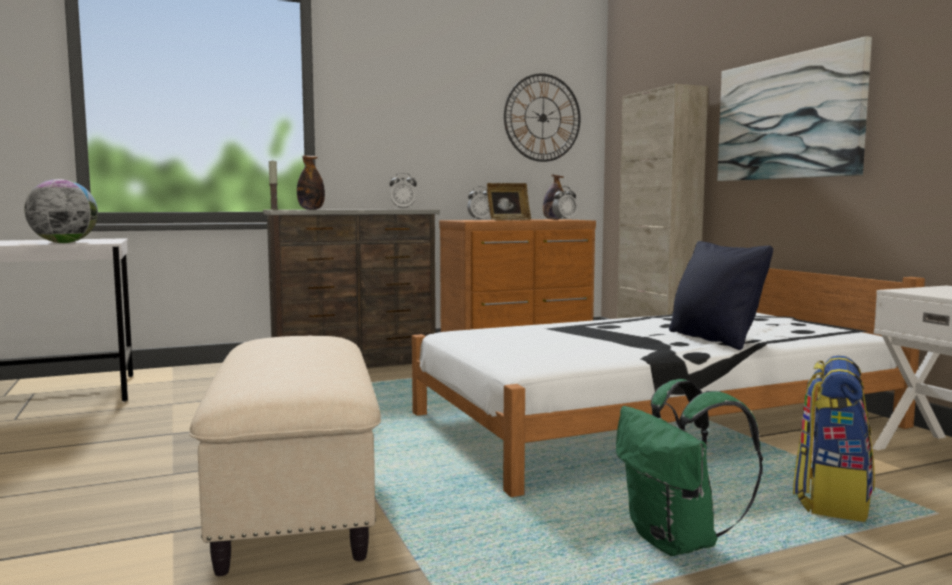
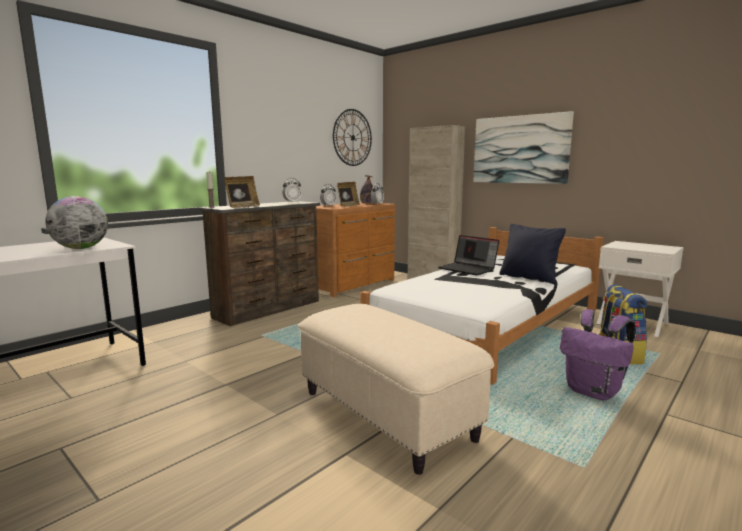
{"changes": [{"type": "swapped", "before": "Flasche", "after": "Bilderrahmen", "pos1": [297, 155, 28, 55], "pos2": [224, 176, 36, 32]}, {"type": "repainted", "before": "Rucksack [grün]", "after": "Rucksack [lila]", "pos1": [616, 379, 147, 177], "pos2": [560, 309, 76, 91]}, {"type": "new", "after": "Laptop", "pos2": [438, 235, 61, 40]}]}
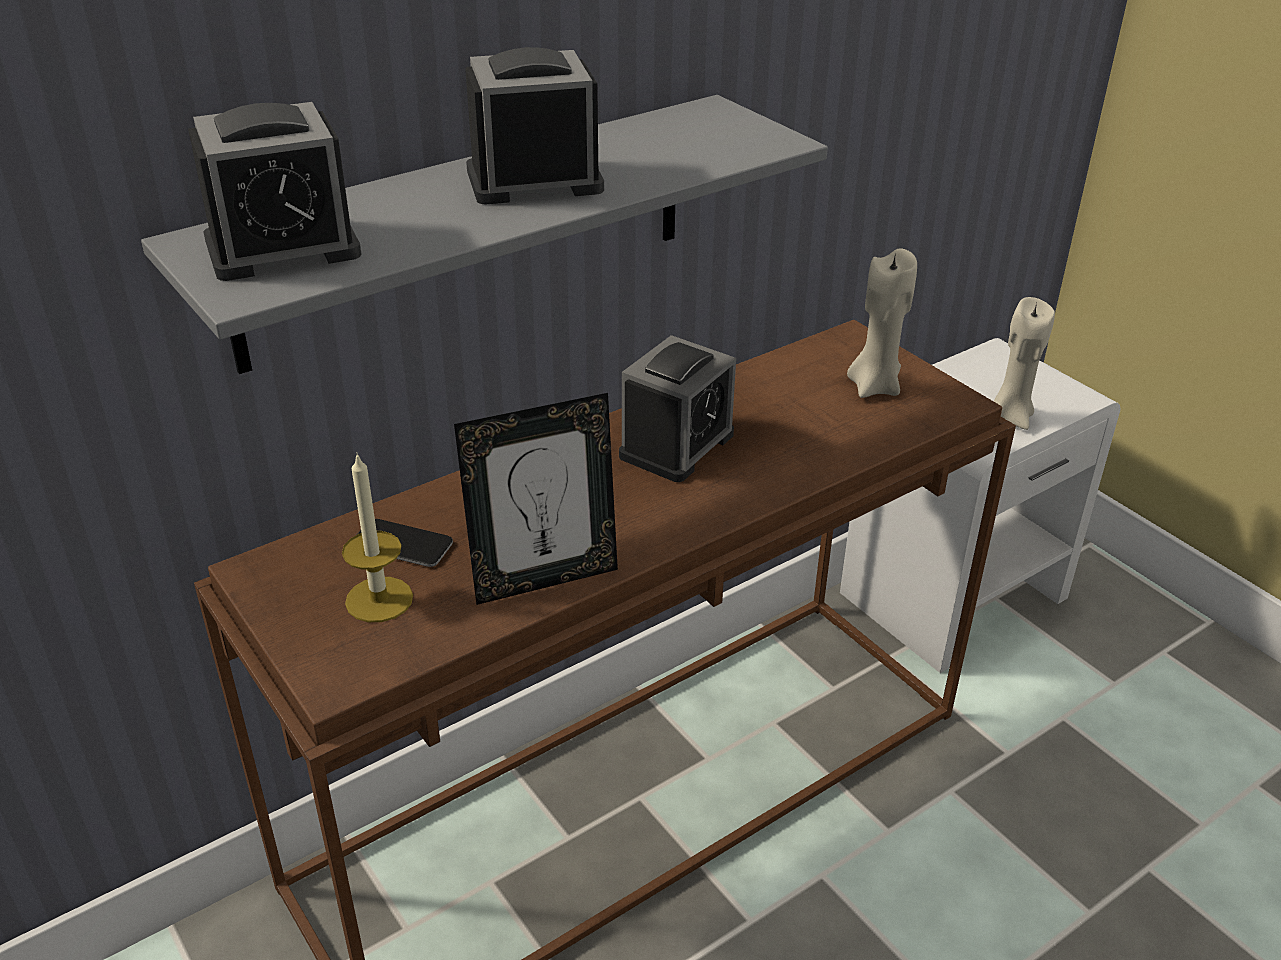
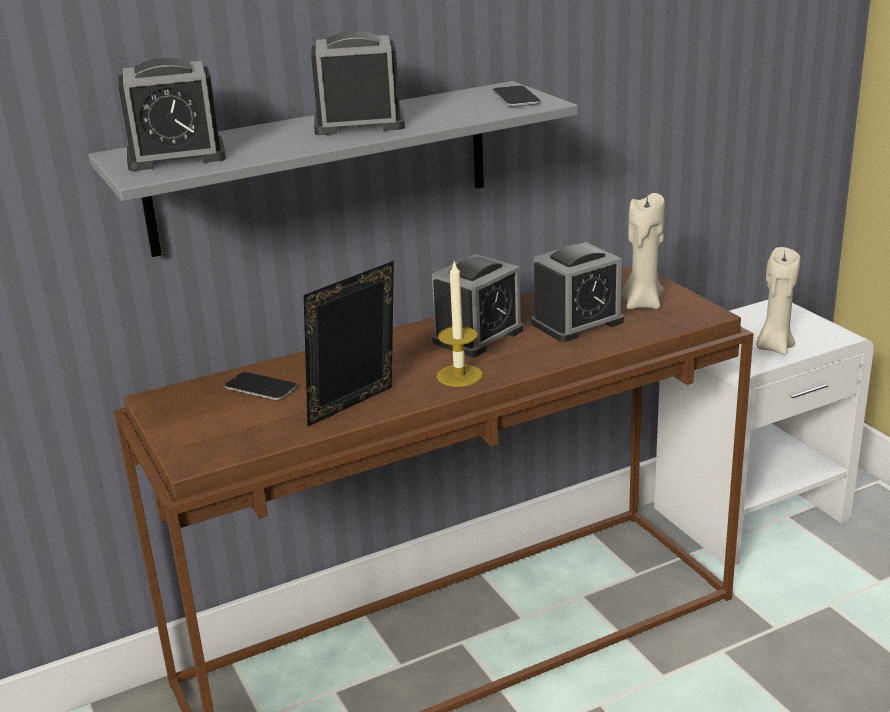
{"changes": [{"type": "rotated", "before": "Bilderrahmen", "pos1": [454, 393, 164, 212], "pos2": [304, 261, 90, 165], "turn": 150}, {"type": "shifted", "before": "Kerze", "pos1": [342, 452, 71, 170], "pos2": [437, 261, 46, 126]}, {"type": "new", "after": "Handy", "pos2": [493, 86, 47, 21]}, {"type": "new", "after": "Wecker", "pos2": [531, 242, 93, 100]}]}
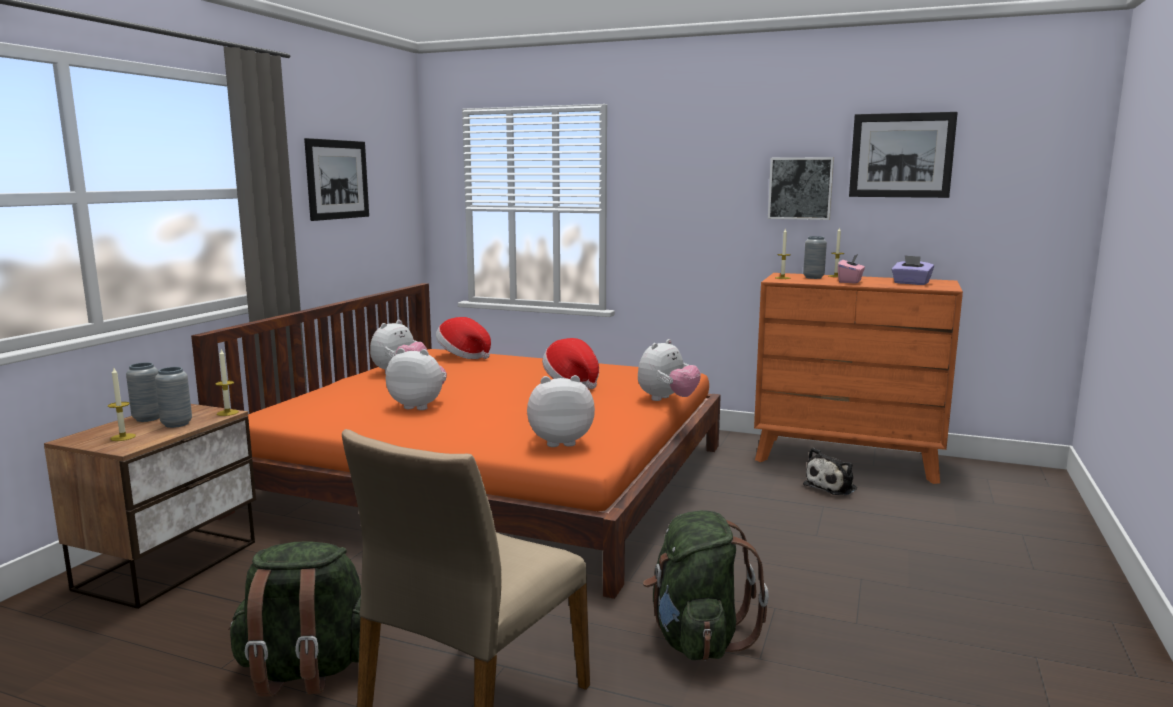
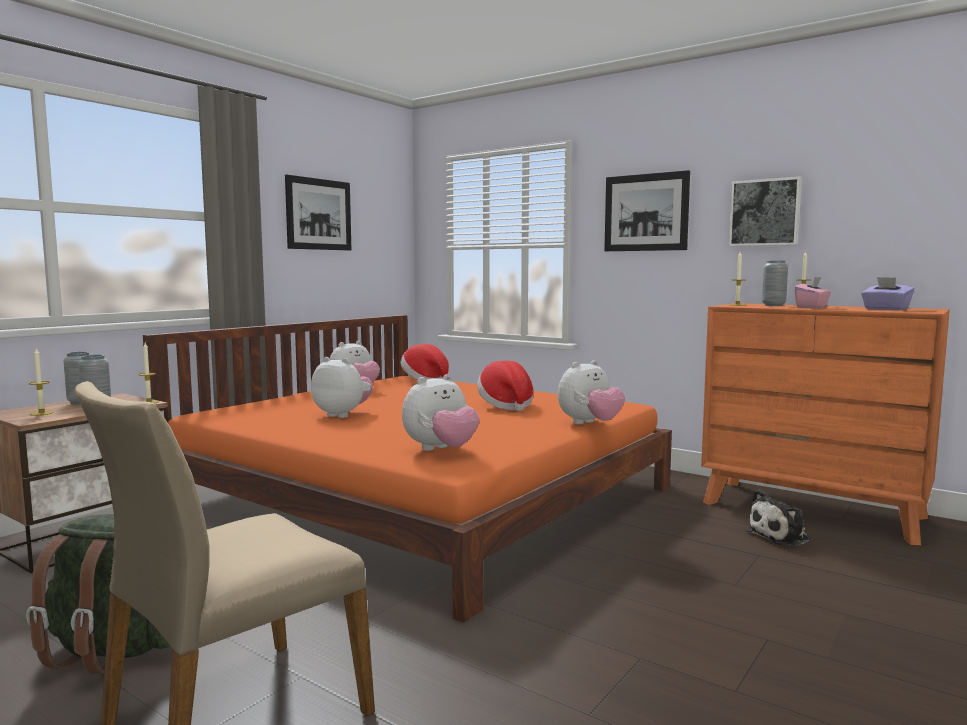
{"changes": [{"type": "shifted", "before": "Bild", "pos1": [849, 112, 109, 86], "pos2": [604, 170, 86, 81]}, {"type": "rotated", "before": "Plüschtier", "pos1": [527, 375, 68, 72], "pos2": [402, 374, 77, 77], "turn": 135}, {"type": "gone", "before": "Rucksack [grün]", "pos1": [643, 510, 126, 150]}]}
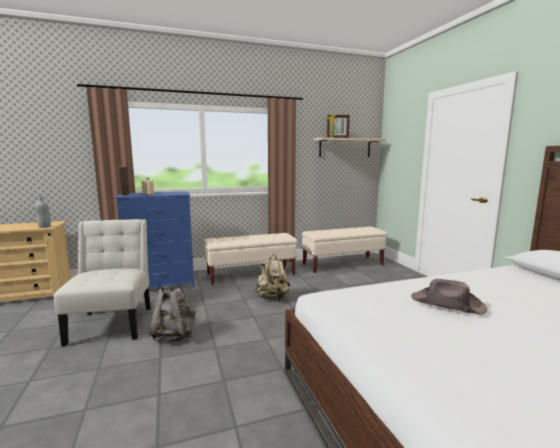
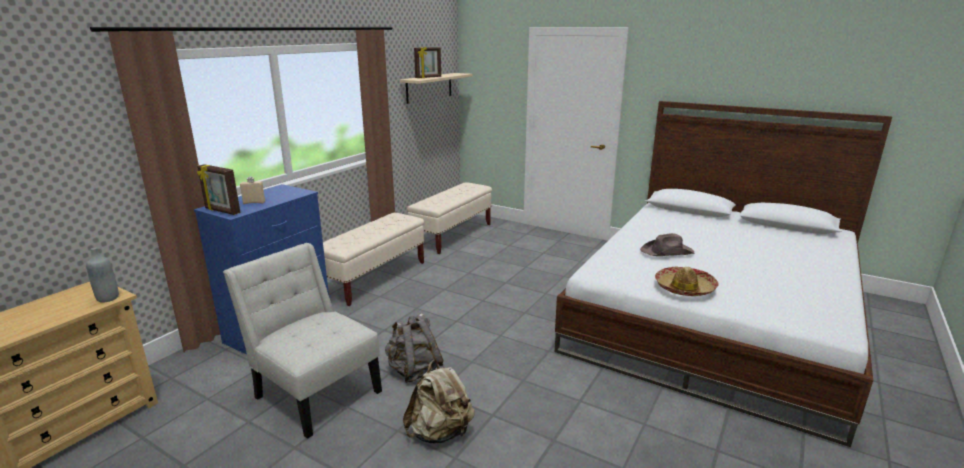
{"changes": [{"type": "shifted", "before": "Rucksack [beige]", "pos1": [254, 254, 36, 47], "pos2": [403, 360, 72, 83]}, {"type": "new", "after": "Hut", "pos2": [655, 267, 64, 29]}]}
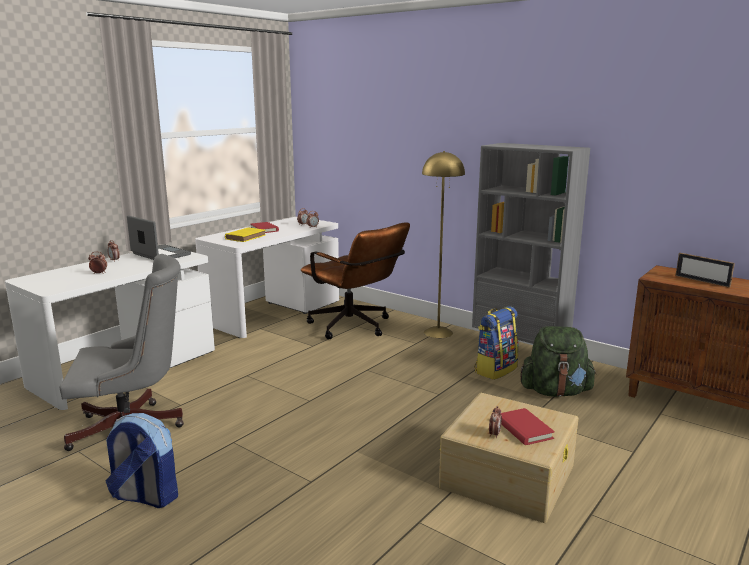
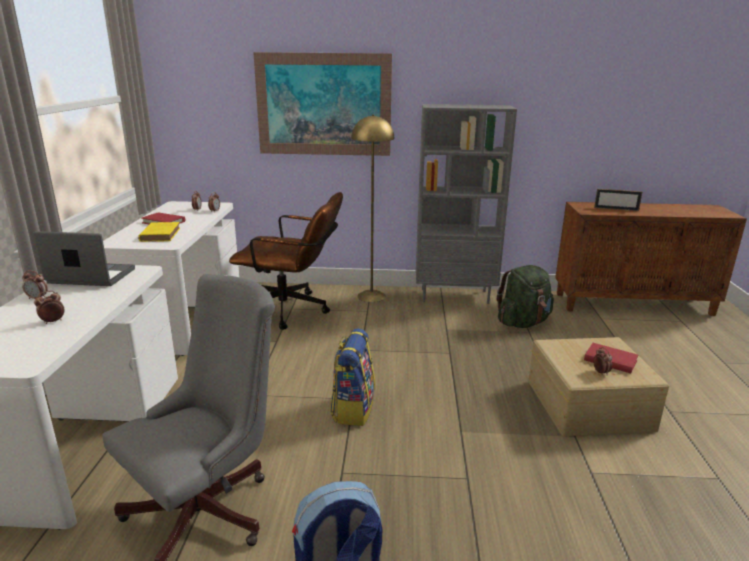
{"changes": [{"type": "shifted", "before": "Rucksack", "pos1": [474, 306, 45, 74], "pos2": [330, 328, 45, 98]}, {"type": "new", "after": "Bild", "pos2": [253, 52, 139, 104]}]}
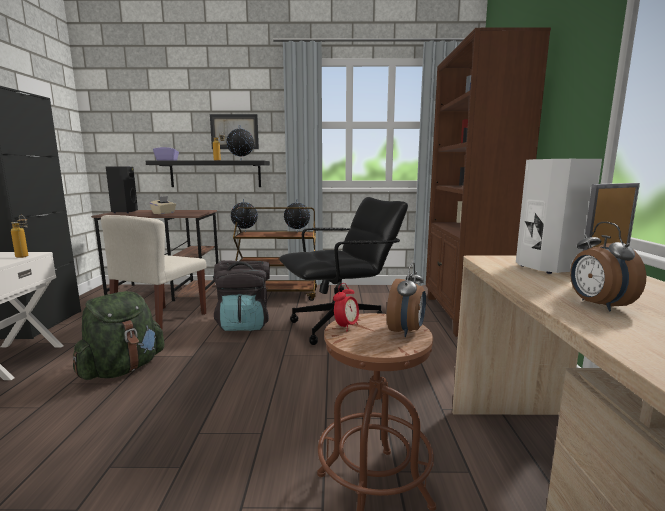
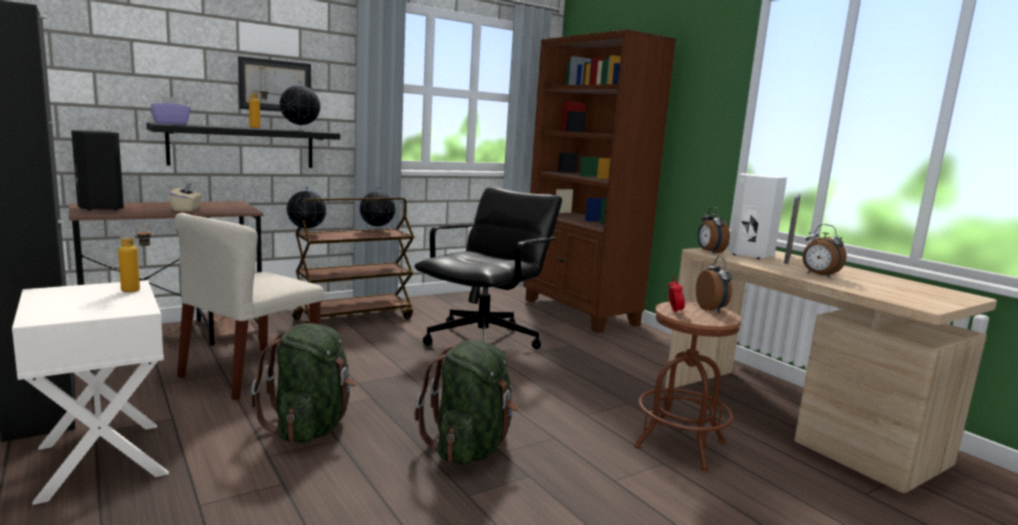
{"changes": [{"type": "rotated", "before": "Stuhl [beige]", "pos1": [101, 215, 105, 114], "pos2": [175, 213, 149, 187], "turn": 45}, {"type": "gone", "before": "Rucksack [schwarz]", "pos1": [213, 260, 57, 71]}, {"type": "new", "after": "Wecker", "pos2": [697, 207, 33, 47]}, {"type": "new", "after": "Rucksack [grün]", "pos2": [415, 340, 103, 125]}]}
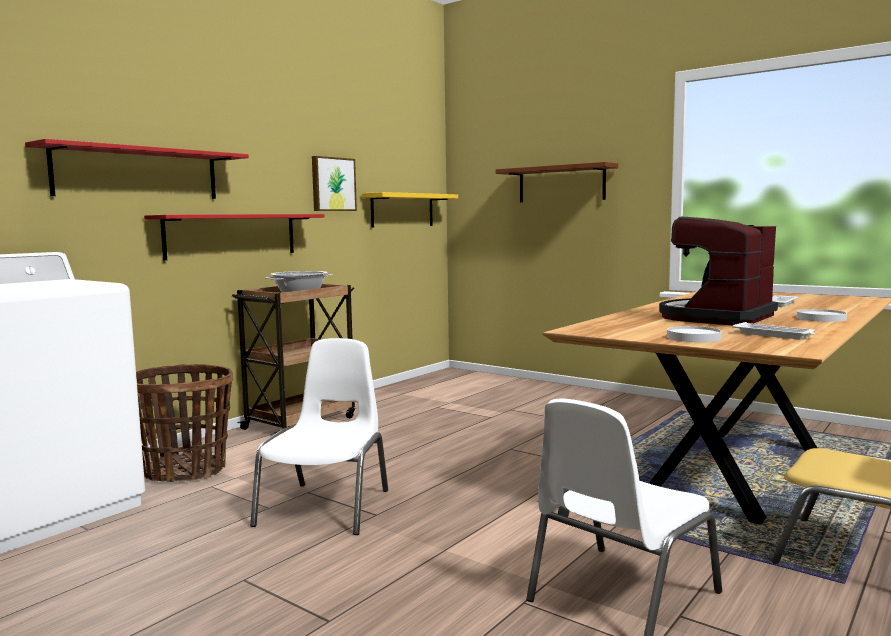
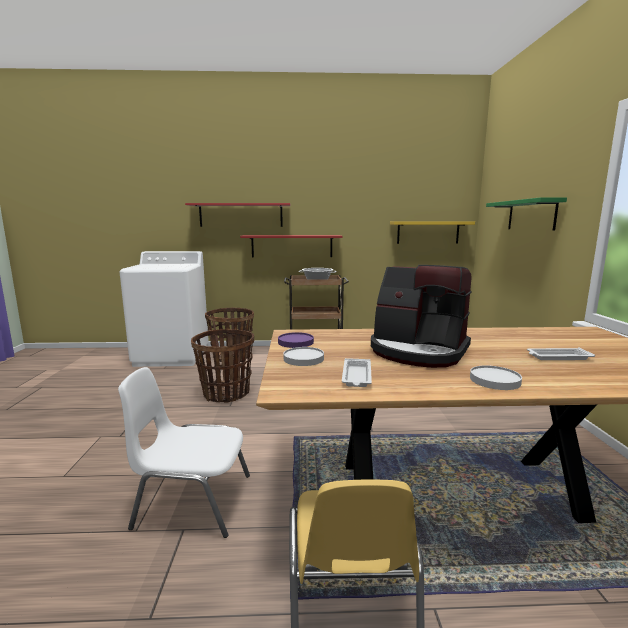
{"changes": [{"type": "gone", "before": "Bild", "pos1": [312, 156, 45, 55]}, {"type": "repainted", "before": "Wandregal [braun]", "after": "Wandregal [grün]", "pos1": [496, 162, 122, 40], "pos2": [486, 197, 81, 33]}, {"type": "rotated", "before": "Kaffeemaschine", "pos1": [659, 217, 119, 108], "pos2": [371, 265, 101, 103], "turn": -150}, {"type": "swapped", "before": "Stuhl [weiß]", "after": "Korb", "pos1": [250, 338, 138, 197], "pos2": [191, 329, 63, 74]}, {"type": "new", "after": "Teller [lila]", "pos2": [278, 332, 36, 16]}]}
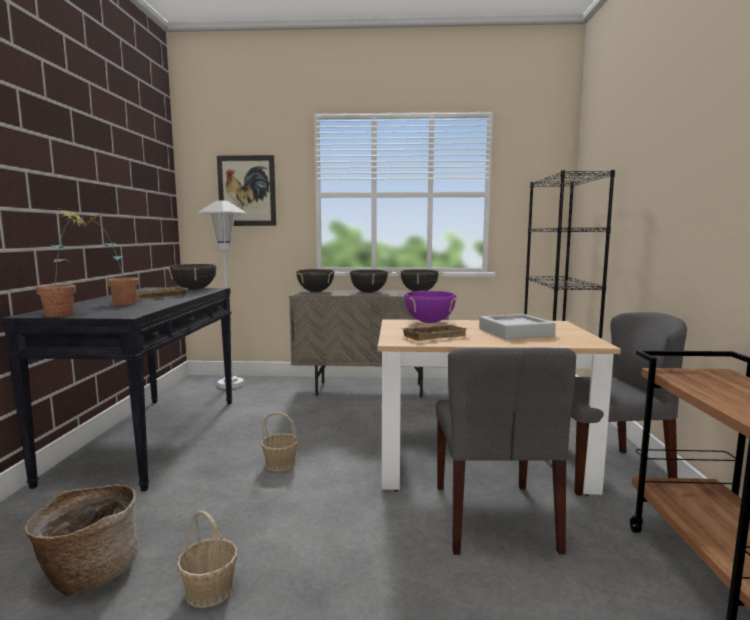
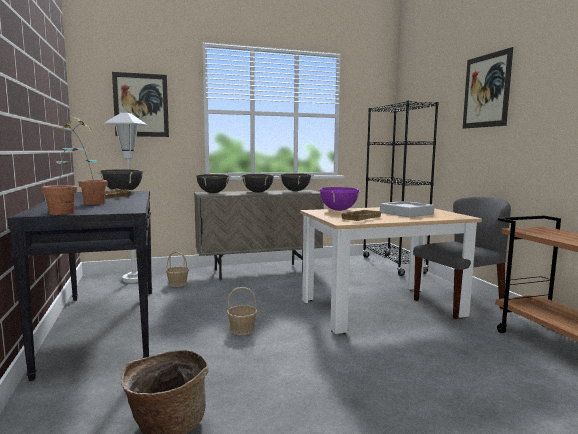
{"changes": [{"type": "gone", "before": "Stuhl [grau]", "pos1": [436, 348, 140, 207]}, {"type": "shifted", "before": "Korb", "pos1": [177, 510, 61, 98], "pos2": [166, 251, 23, 36]}, {"type": "new", "after": "Bild", "pos2": [462, 47, 51, 82]}]}
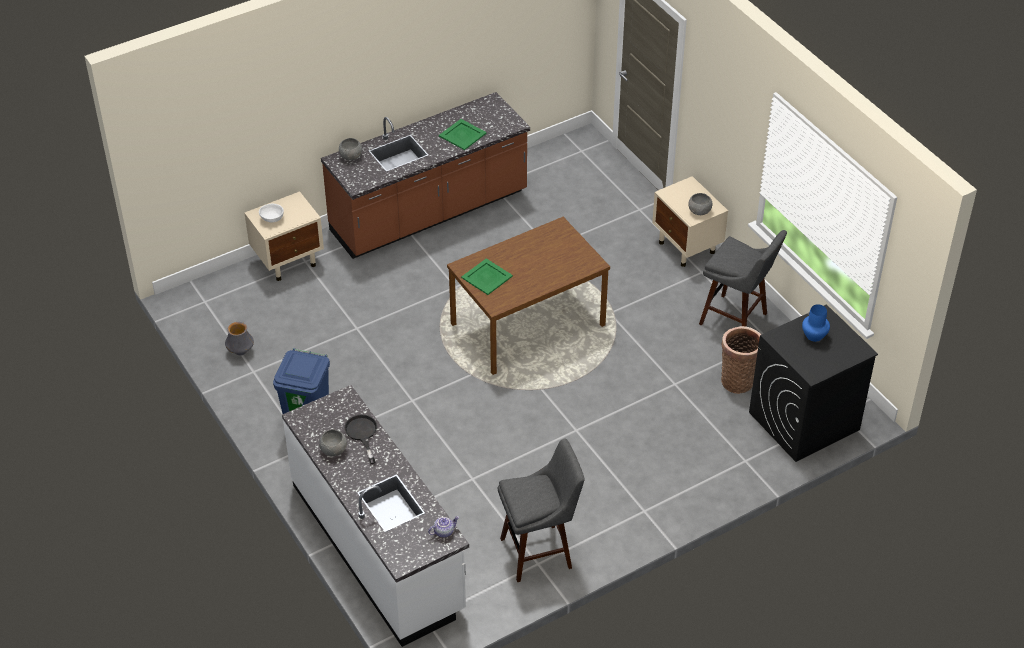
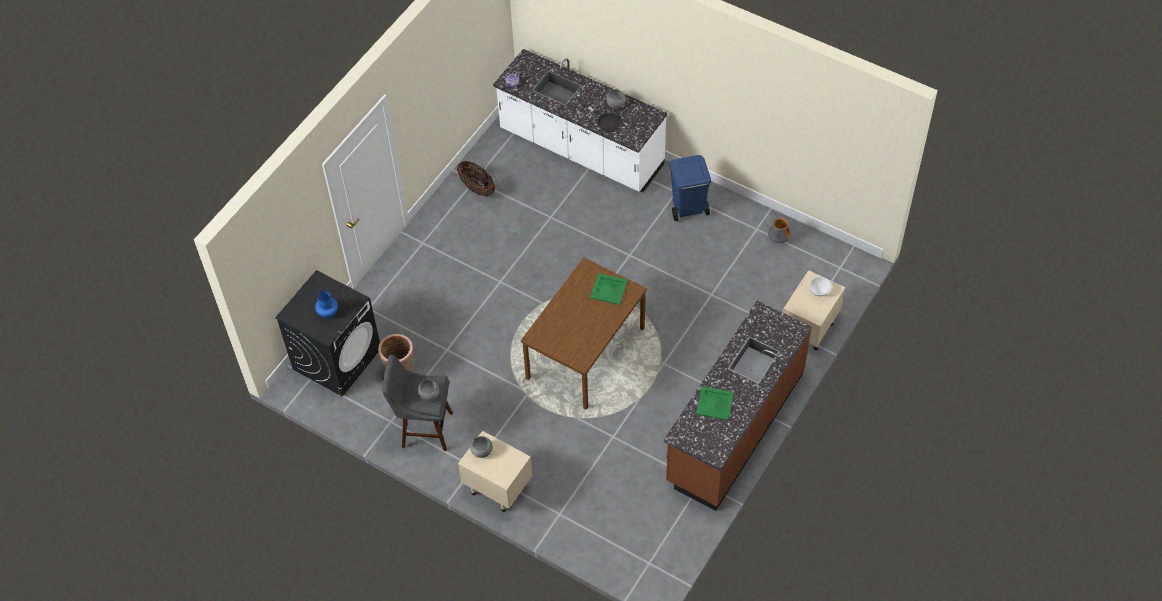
{"changes": [{"type": "shifted", "before": "Schüssel [grau]", "pos1": [339, 138, 23, 22], "pos2": [418, 379, 21, 22]}, {"type": "swapped", "before": "Hocker [grau]", "after": "Korb", "pos1": [498, 439, 86, 143], "pos2": [457, 161, 38, 36]}]}
